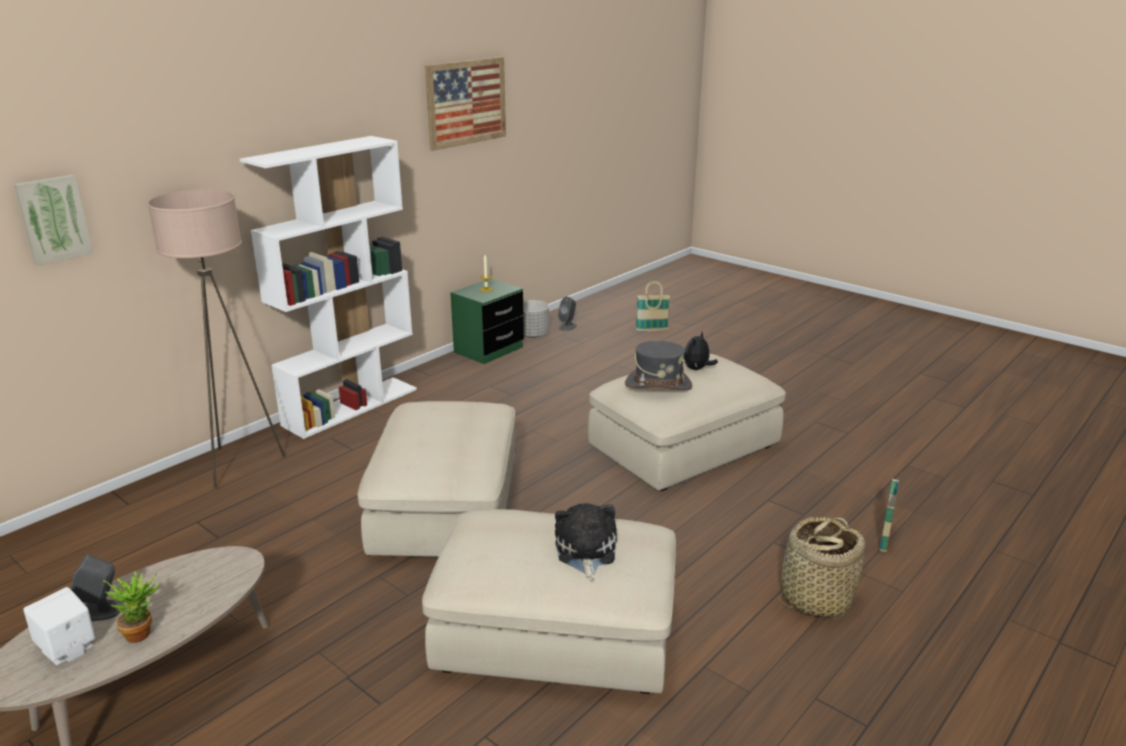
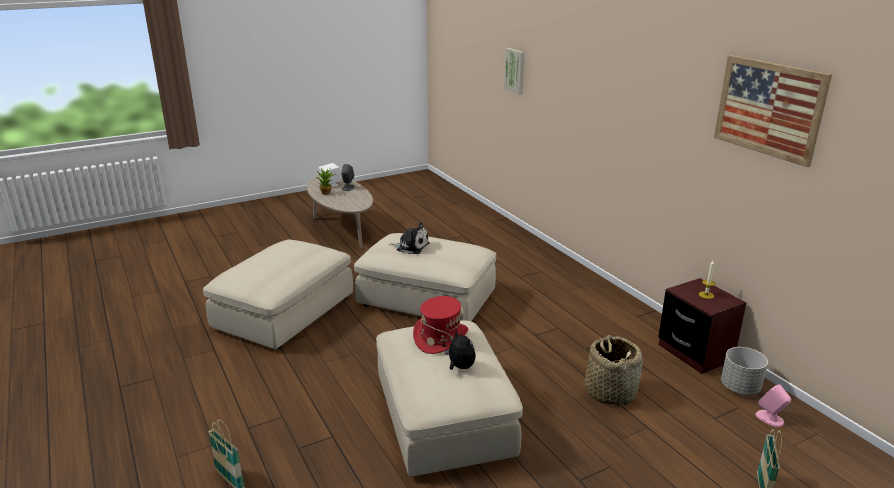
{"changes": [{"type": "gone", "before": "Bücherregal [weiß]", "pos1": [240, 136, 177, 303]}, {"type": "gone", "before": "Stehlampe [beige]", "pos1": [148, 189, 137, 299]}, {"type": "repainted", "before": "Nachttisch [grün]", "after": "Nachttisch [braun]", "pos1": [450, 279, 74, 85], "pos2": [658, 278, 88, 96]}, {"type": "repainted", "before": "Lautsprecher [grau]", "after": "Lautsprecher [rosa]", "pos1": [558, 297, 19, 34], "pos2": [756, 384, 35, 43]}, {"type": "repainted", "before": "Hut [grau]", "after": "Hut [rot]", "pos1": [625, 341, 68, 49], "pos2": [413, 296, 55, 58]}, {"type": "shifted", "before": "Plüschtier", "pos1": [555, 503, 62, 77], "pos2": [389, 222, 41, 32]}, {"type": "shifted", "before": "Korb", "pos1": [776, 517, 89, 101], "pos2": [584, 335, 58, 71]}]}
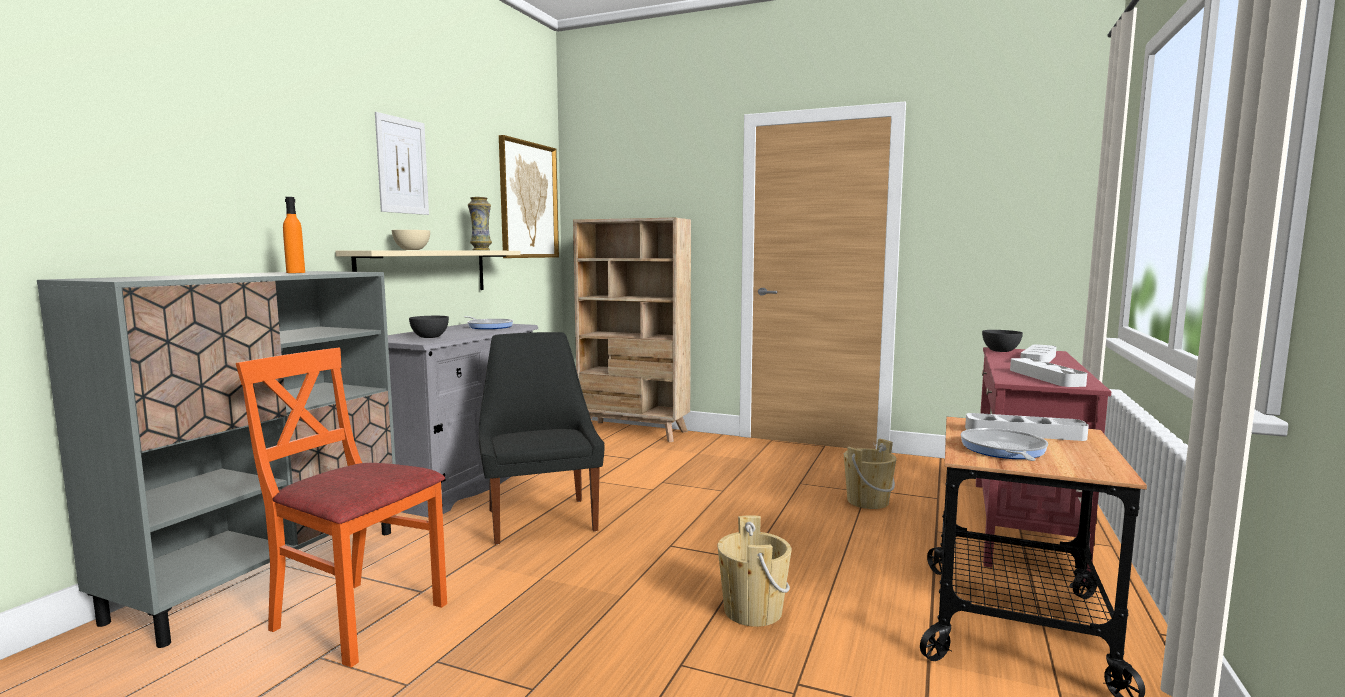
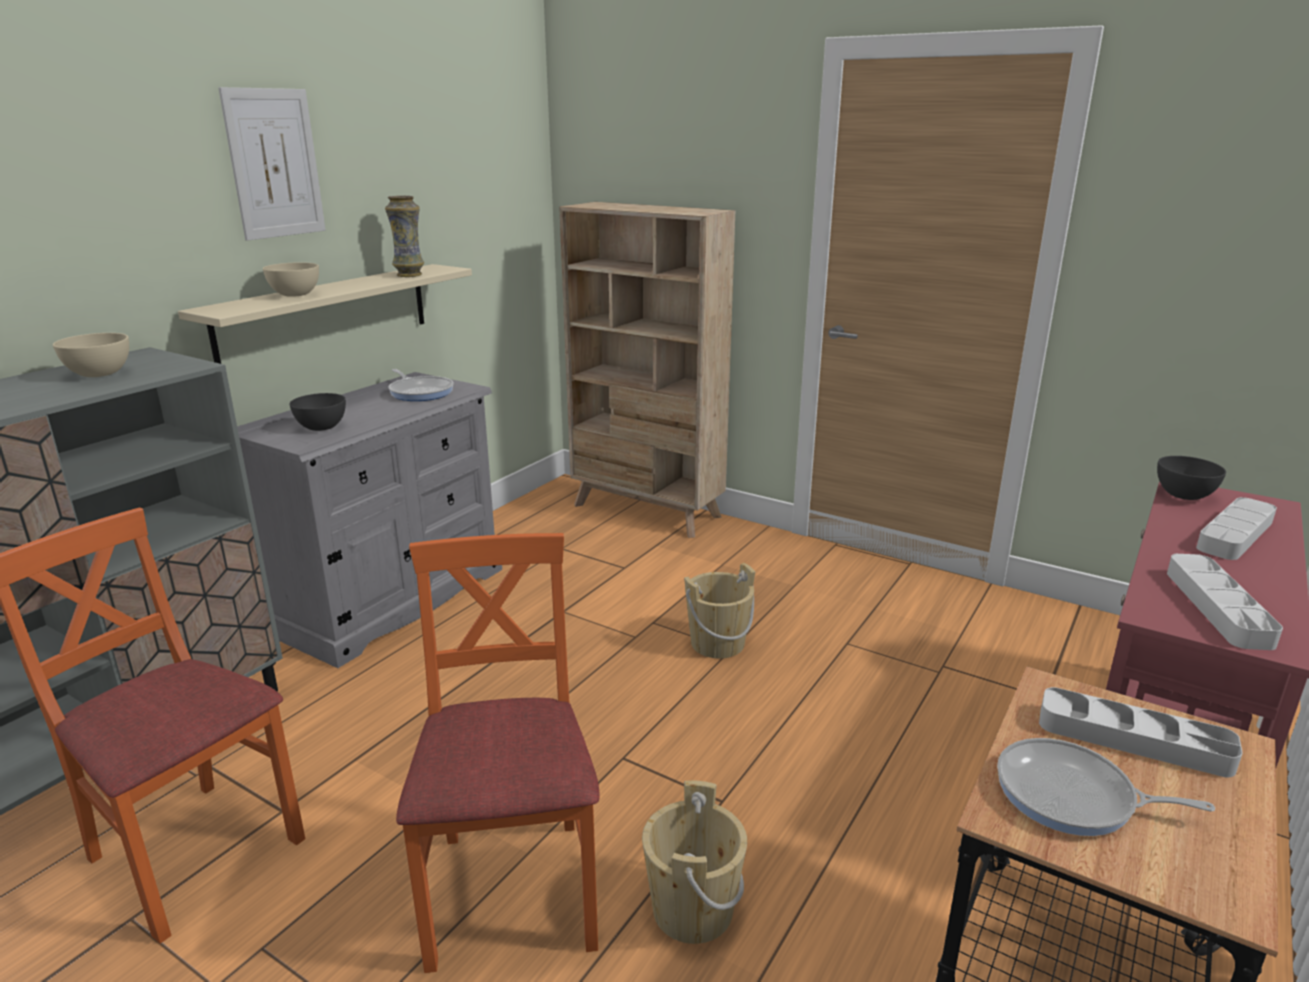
{"changes": [{"type": "gone", "before": "Bild", "pos1": [499, 135, 60, 123]}, {"type": "swapped", "before": "Flasche [orange]", "after": "Schüssel [beige]", "pos1": [283, 197, 22, 76], "pos2": [53, 333, 76, 44]}, {"type": "gone", "before": "Stuhl [schwarz]", "pos1": [479, 332, 126, 213]}, {"type": "rotated", "before": "Pfanne", "pos1": [960, 428, 88, 33], "pos2": [997, 738, 218, 98], "turn": -90}, {"type": "shifted", "before": "Eimer [beige]", "pos1": [844, 439, 53, 70], "pos2": [684, 563, 71, 95]}, {"type": "new", "after": "Stuhl [orange]", "pos2": [396, 533, 204, 440]}]}
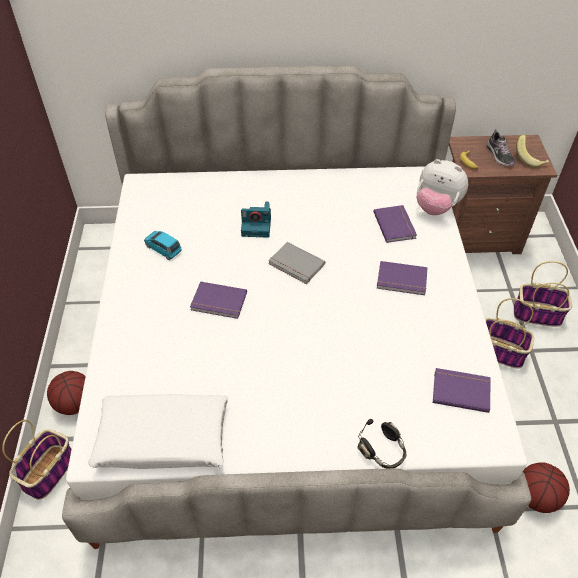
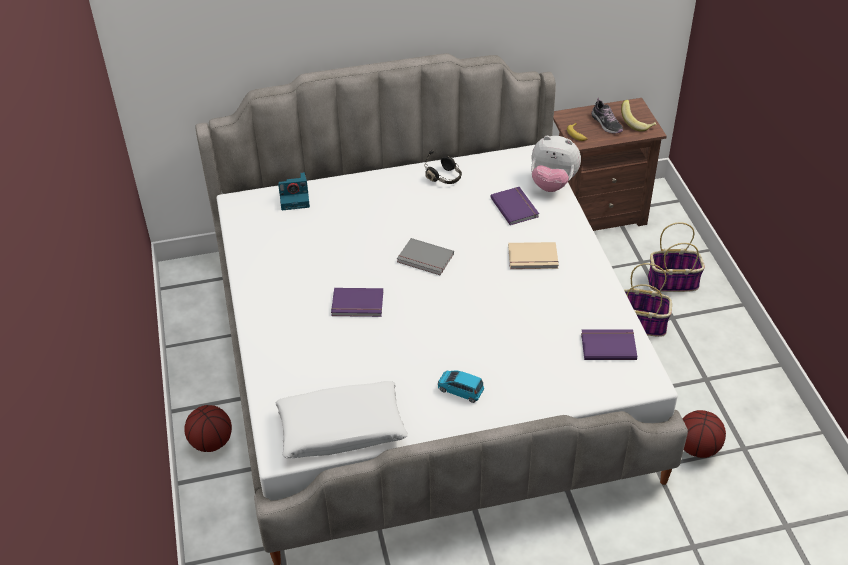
{"changes": [{"type": "shifted", "before": "Kamera", "pos1": [241, 202, 30, 36], "pos2": [278, 172, 32, 38]}, {"type": "shifted", "before": "Spielzeugauto [blau]", "pos1": [144, 231, 37, 29], "pos2": [438, 371, 46, 32]}, {"type": "repainted", "before": "Buch [lila]", "after": "Buch [beige]", "pos1": [377, 261, 51, 34], "pos2": [508, 242, 51, 27]}, {"type": "shifted", "before": "Kopfhörer [schwarz]", "pos1": [358, 419, 48, 49], "pos2": [424, 150, 38, 34]}, {"type": "gone", "before": "Korb", "pos1": [2, 420, 69, 80]}]}
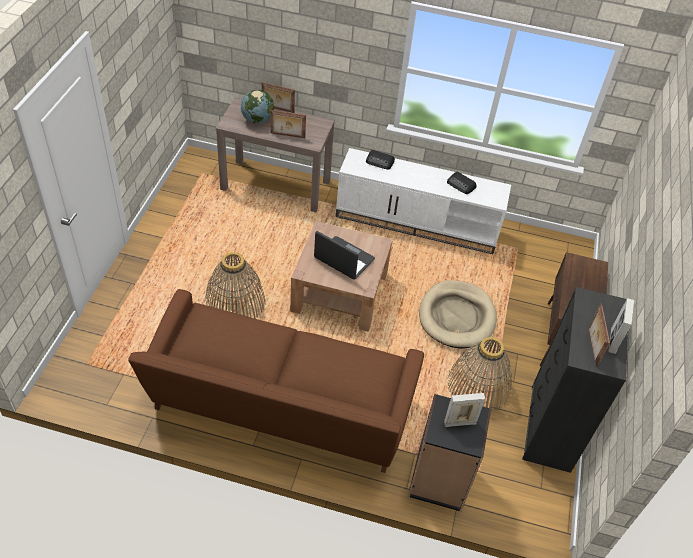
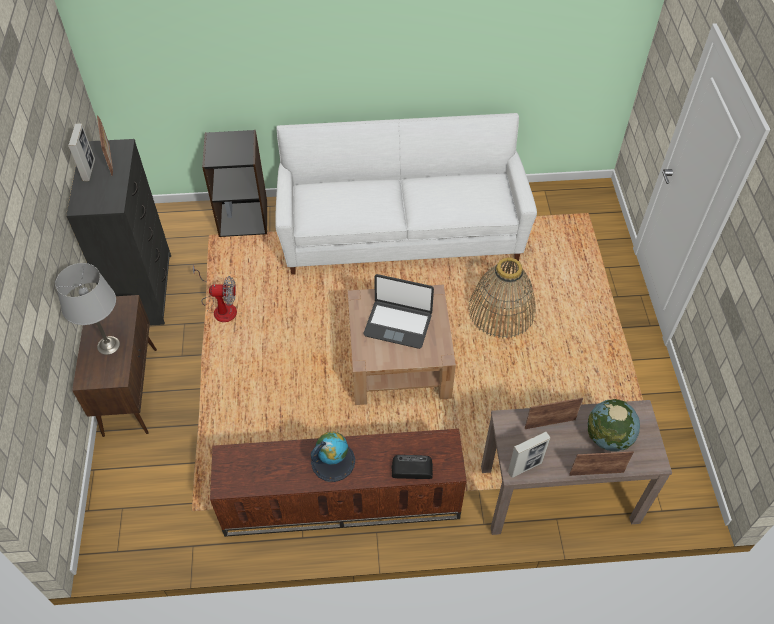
{"changes": [{"type": "repainted", "before": "Fernsehschrank [weiß]", "after": "Fernsehschrank [braun]", "pos1": [336, 148, 175, 106], "pos2": [210, 429, 257, 108]}, {"type": "gone", "before": "Radio", "pos1": [447, 172, 30, 22]}, {"type": "gone", "before": "Hundebett [beige]", "pos1": [419, 280, 78, 69]}, {"type": "repainted", "before": "Sofa [braun]", "after": "Sofa [weiß]", "pos1": [128, 289, 296, 184], "pos2": [275, 113, 262, 162]}, {"type": "swapped", "before": "Korb", "after": "Ventilator", "pos1": [448, 337, 64, 74], "pos2": [193, 264, 44, 58]}, {"type": "shifted", "before": "Bilderrahmen", "pos1": [444, 393, 41, 34], "pos2": [508, 431, 42, 47]}, {"type": "new", "after": "Tischlampe [grau]", "pos2": [55, 263, 65, 92]}, {"type": "new", "after": "Globus", "pos2": [311, 431, 44, 51]}]}
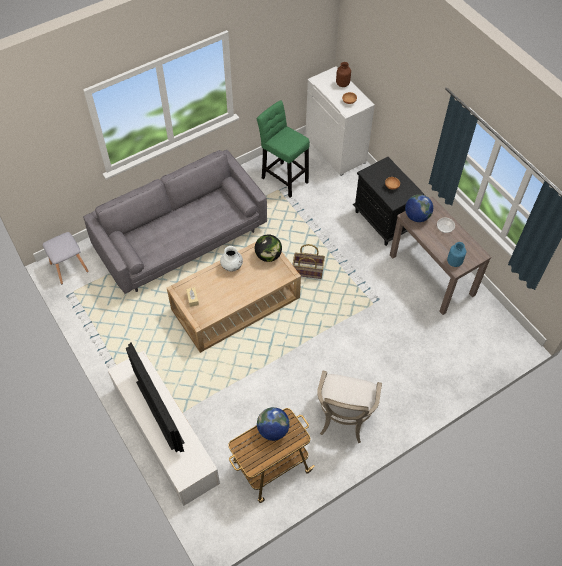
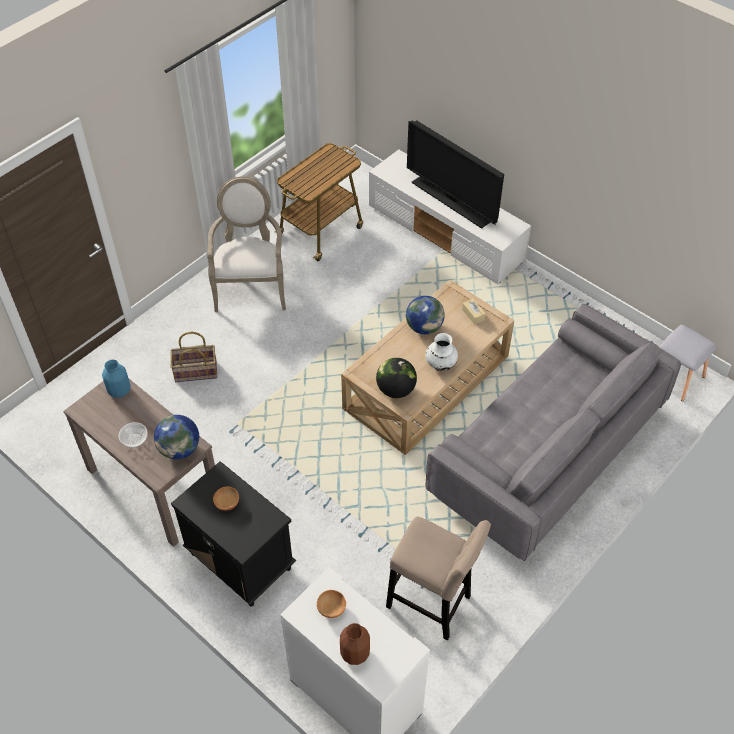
{"changes": [{"type": "repainted", "before": "Hocker [grün]", "after": "Hocker [beige]", "pos1": [257, 100, 53, 98], "pos2": [386, 517, 105, 123]}, {"type": "shifted", "before": "Korb", "pos1": [292, 244, 33, 35], "pos2": [170, 331, 47, 51]}, {"type": "shifted", "before": "Globus", "pos1": [257, 407, 33, 34], "pos2": [406, 296, 39, 38]}]}
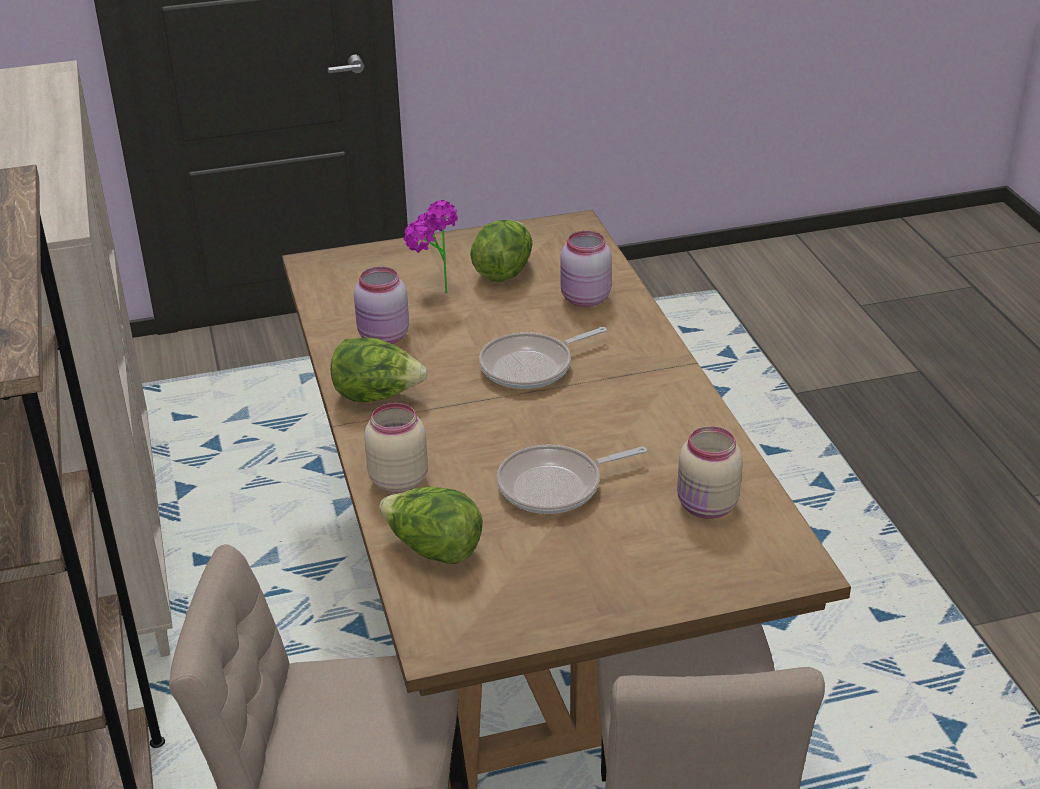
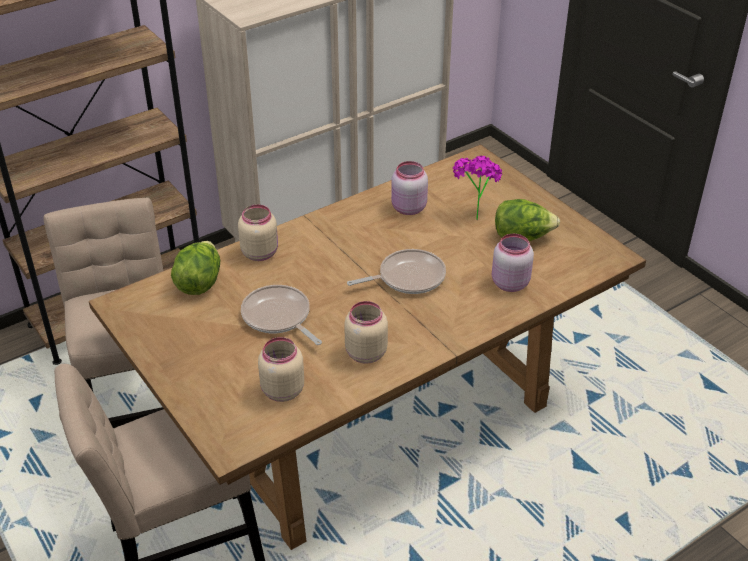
{"changes": [{"type": "rotated", "before": "Pfanne", "pos1": [479, 327, 128, 62], "pos2": [347, 249, 99, 45], "turn": 120}, {"type": "gone", "before": "Salatkopf", "pos1": [331, 337, 96, 65]}, {"type": "new", "after": "Vorratsglas [beige]", "pos2": [344, 301, 44, 63]}]}
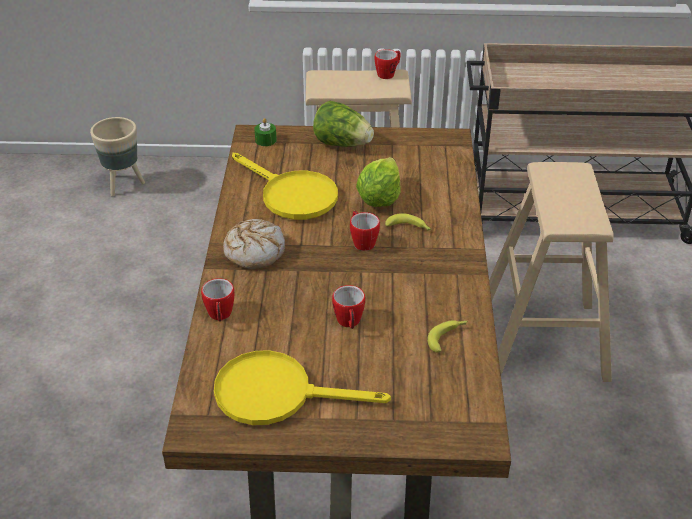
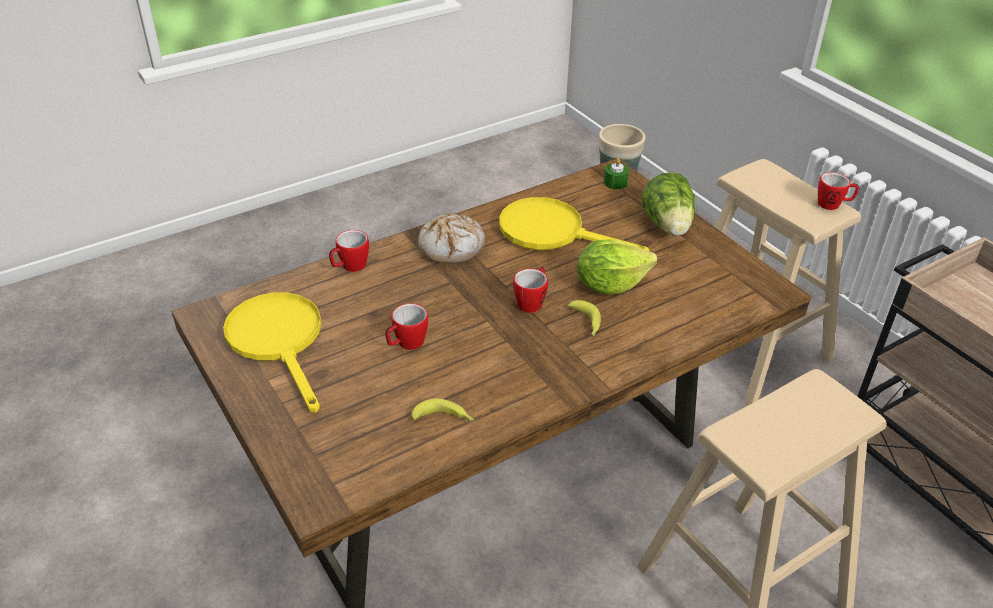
{"changes": [{"type": "rotated", "before": "Pfanne [gelb]", "pos1": [232, 153, 106, 67], "pos2": [499, 197, 150, 54], "turn": 105}]}
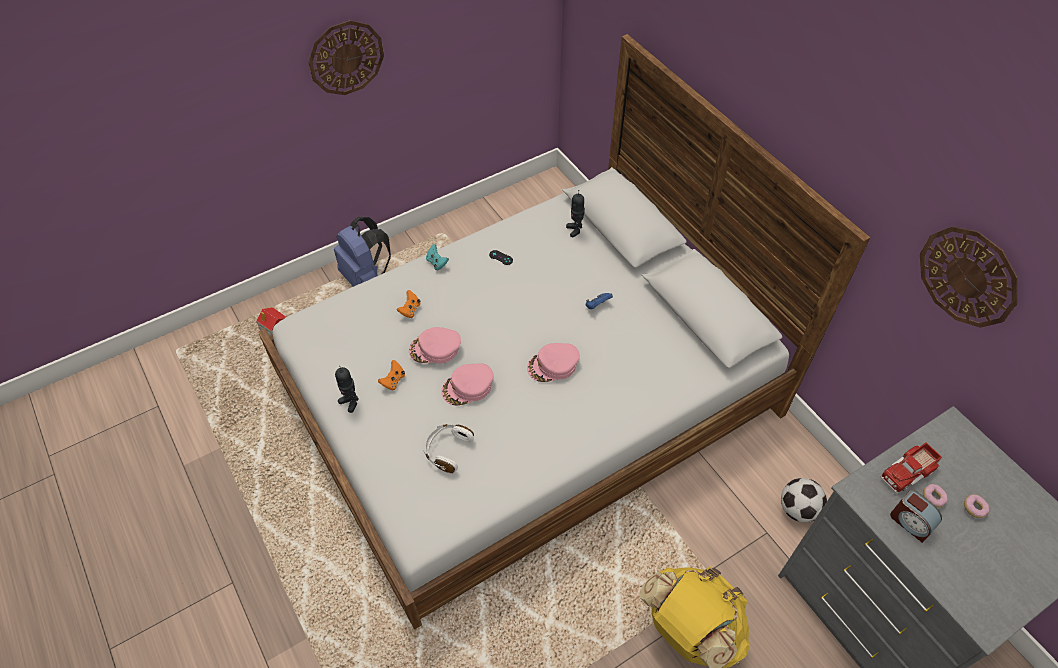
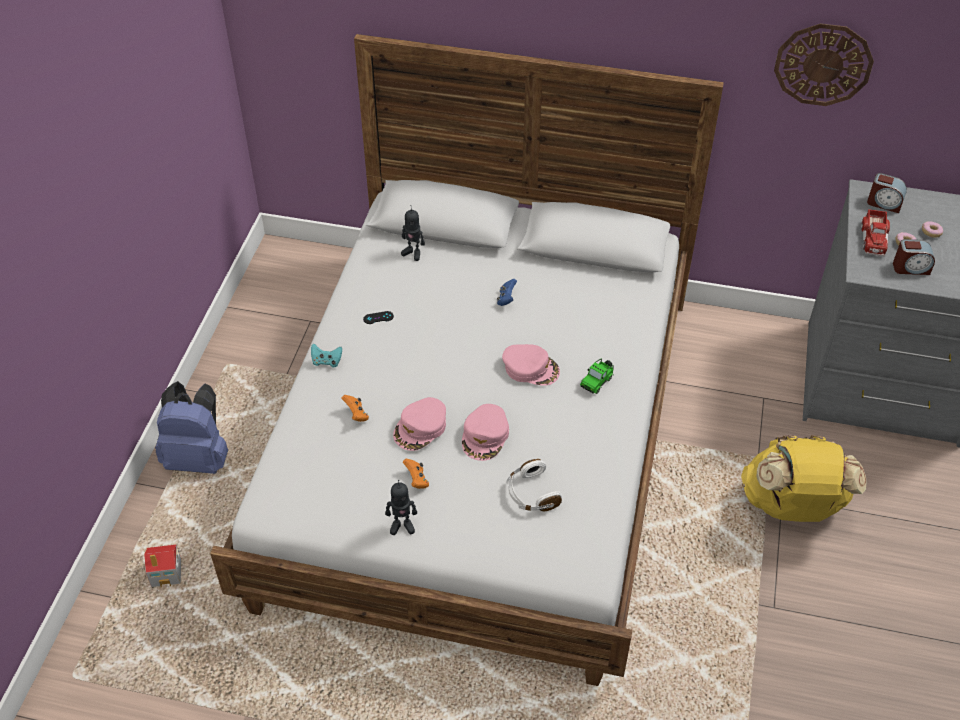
{"changes": [{"type": "gone", "before": "Wanduhr", "pos1": [308, 20, 76, 75]}, {"type": "rotated", "before": "Kappe [rosa]", "pos1": [527, 343, 53, 39], "pos2": [502, 344, 58, 42], "turn": -90}, {"type": "gone", "before": "Fußball", "pos1": [781, 478, 46, 45]}, {"type": "new", "after": "Wecker", "pos2": [867, 173, 40, 40]}, {"type": "new", "after": "Spielzeugauto", "pos2": [580, 358, 34, 36]}]}
